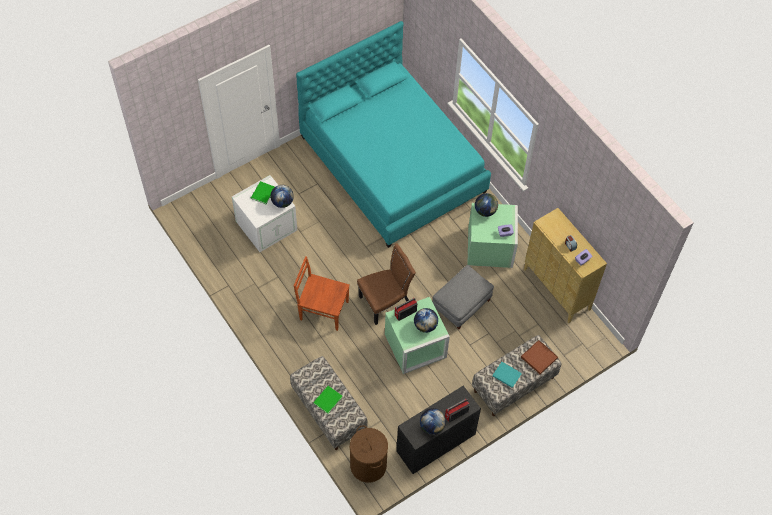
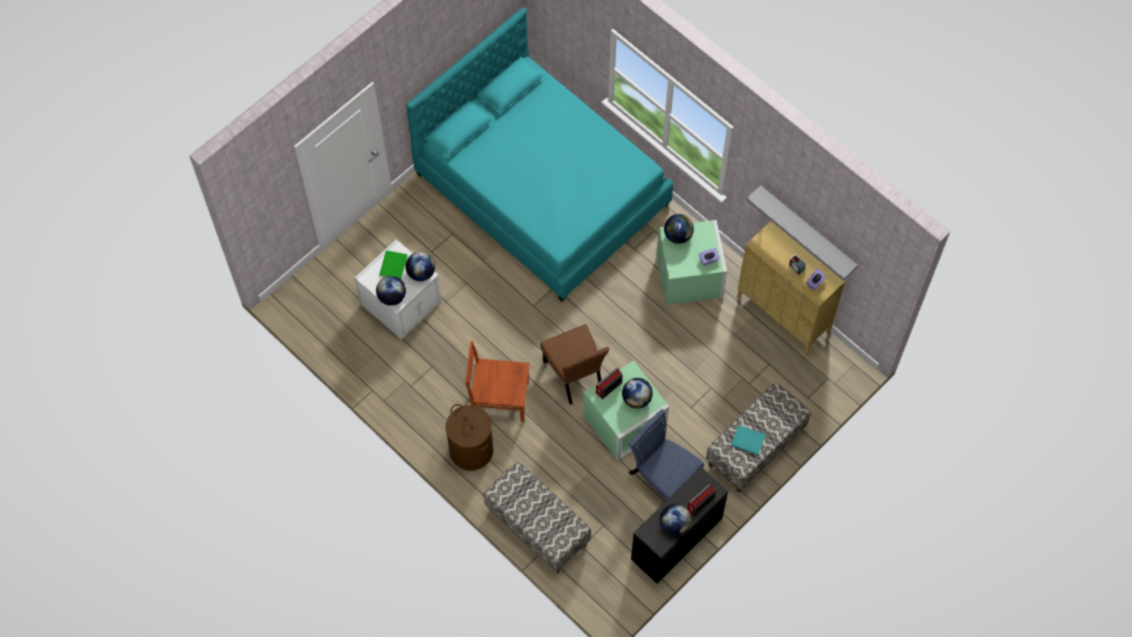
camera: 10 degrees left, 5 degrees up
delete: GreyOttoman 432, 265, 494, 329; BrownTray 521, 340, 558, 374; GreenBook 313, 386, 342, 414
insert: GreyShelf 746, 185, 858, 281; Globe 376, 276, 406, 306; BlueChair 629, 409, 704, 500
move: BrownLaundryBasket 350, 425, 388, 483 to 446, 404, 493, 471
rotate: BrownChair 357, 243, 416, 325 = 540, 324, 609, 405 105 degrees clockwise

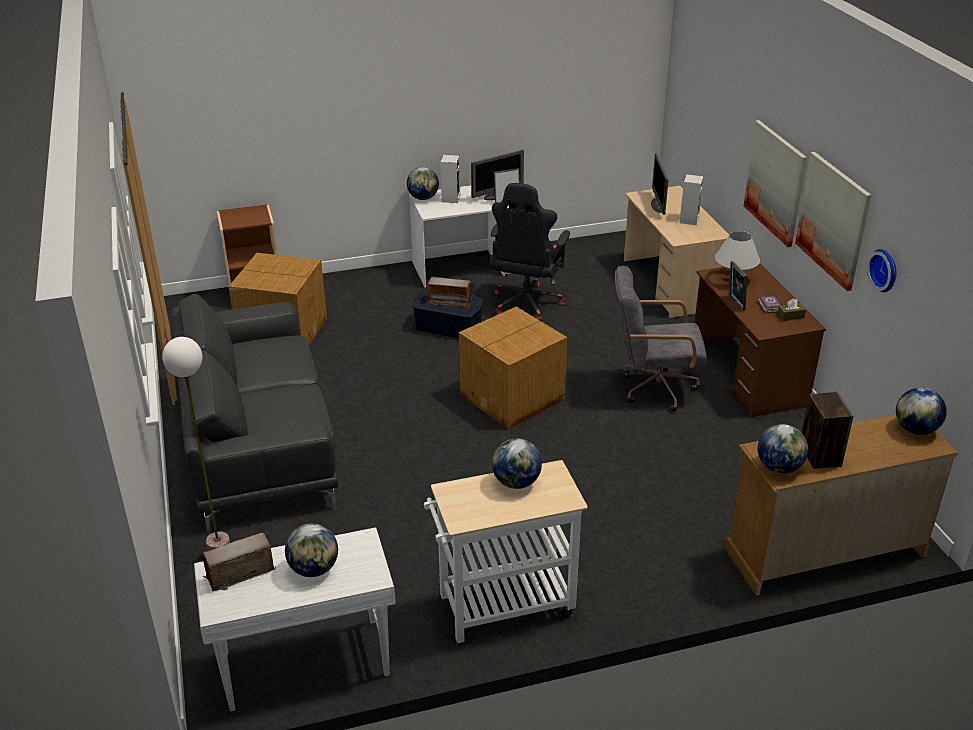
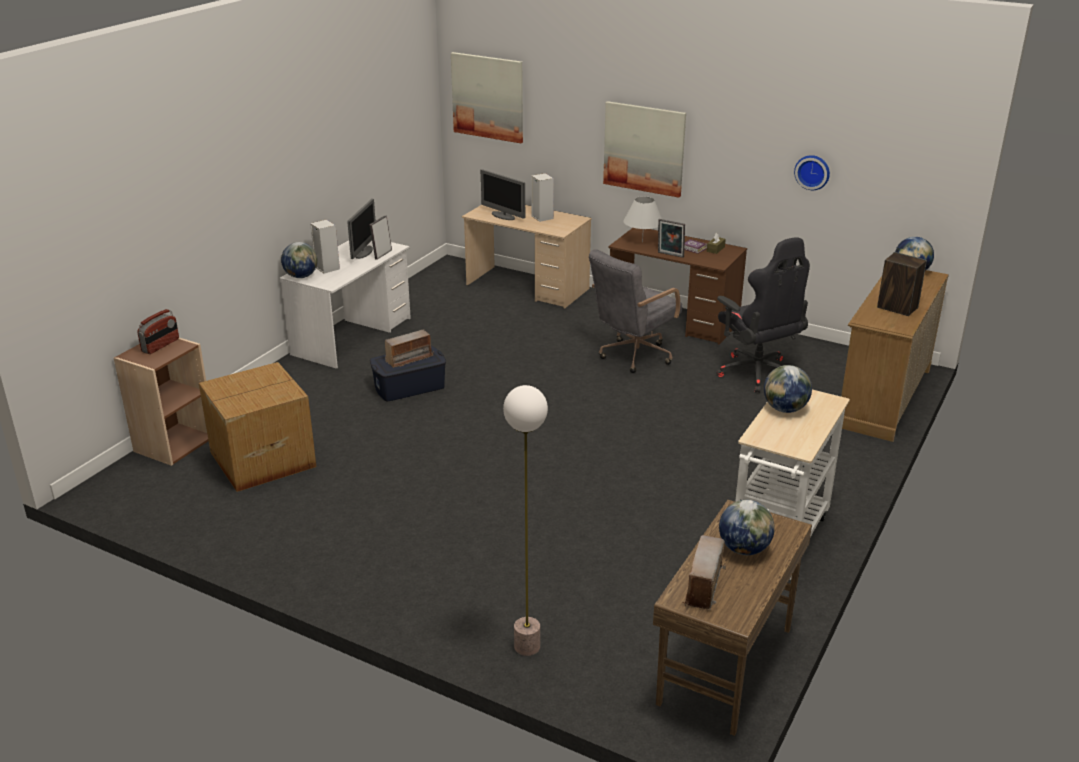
camera: 45 degrees left, 5 degrees down
delete: GreySofa 171, 294, 338, 534; CardboardBox 459, 306, 568, 429; Globe 758, 424, 808, 474
insert: Radio 137, 309, 179, 354
move: Picture 795, 152, 871, 291 to 451, 52, 523, 143; BlackOfficeChair 490, 183, 570, 321 to 716, 237, 810, 393
recolor: WhiteConsoleTable 194, 528, 396, 711 to BrownConsoleTable 653, 500, 812, 736

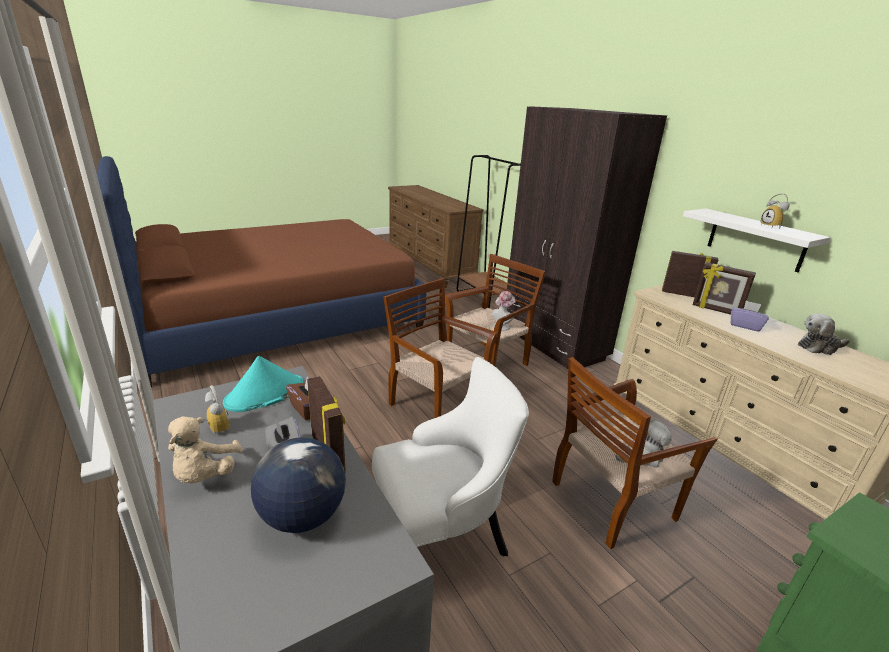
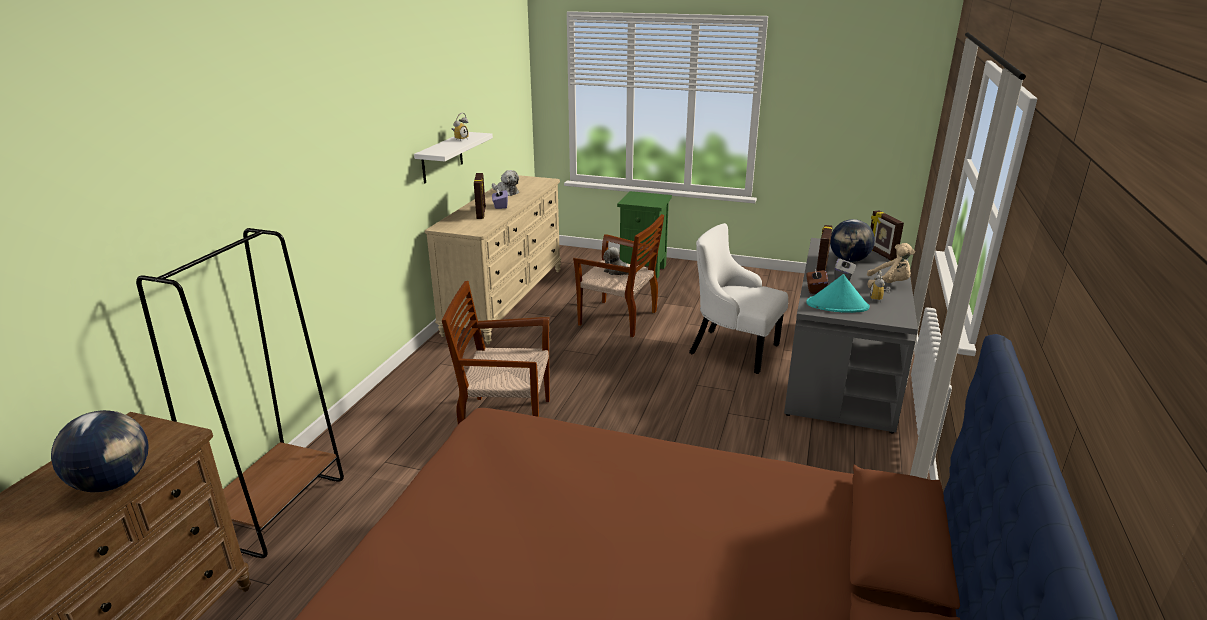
camera: 130 degrees left, 0 degrees up
delete: BrownWardrobe 507, 106, 667, 369; BrownArmchair 383, 278, 497, 418; Hat 492, 291, 516, 331
insert: Globe 51, 410, 148, 492
move: PictureFrame 662, 251, 718, 297 to 870, 211, 904, 261
rotate: BeigePlushToy 168, 416, 243, 483 = 867, 243, 915, 288 60 degrees clockwise

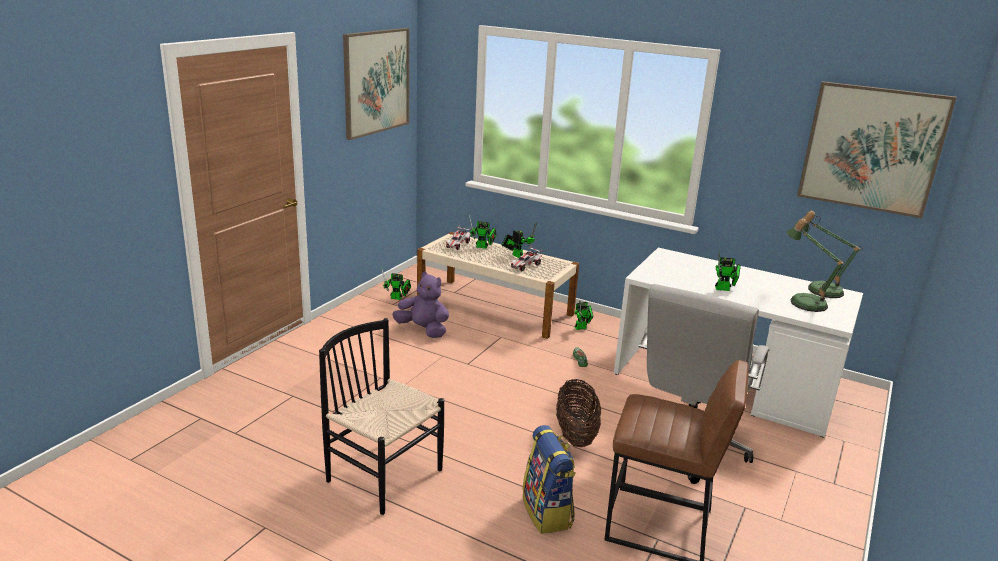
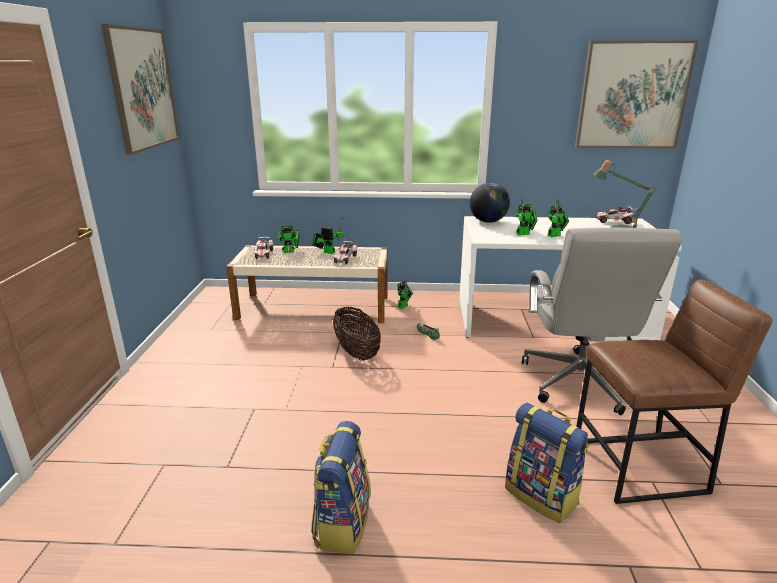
camera: 25 degrees left, 0 degrees up
delete: PurplePlushToy 392, 272, 449, 338
insert: Globe 470, 183, 510, 223
move: ToyRobot 381, 268, 411, 300 to 516, 197, 538, 236; Basket 556, 379, 601, 447 to 333, 307, 381, 361
replace: TableLamp 795, 211, 863, 298 to ToyCar 595, 205, 637, 224; BlackChair 319, 318, 444, 515 to Backpack 311, 421, 371, 554

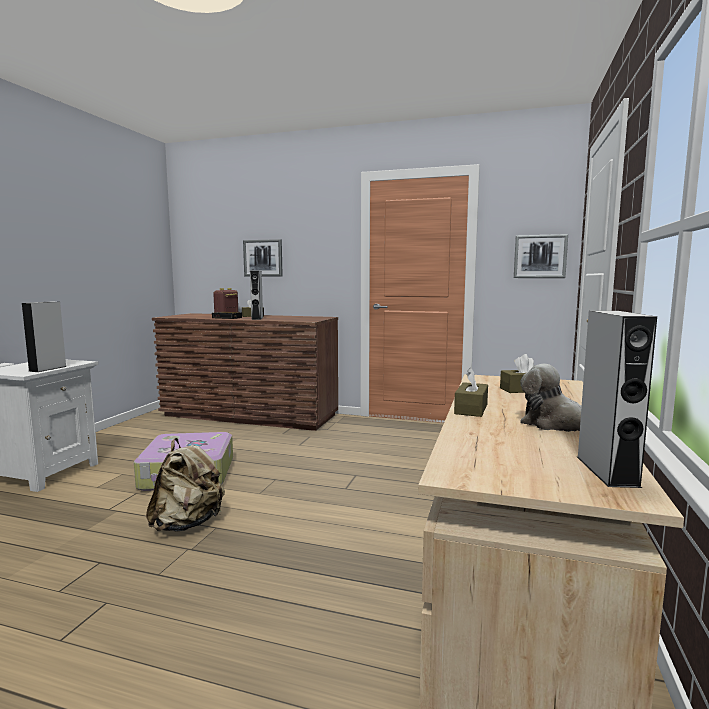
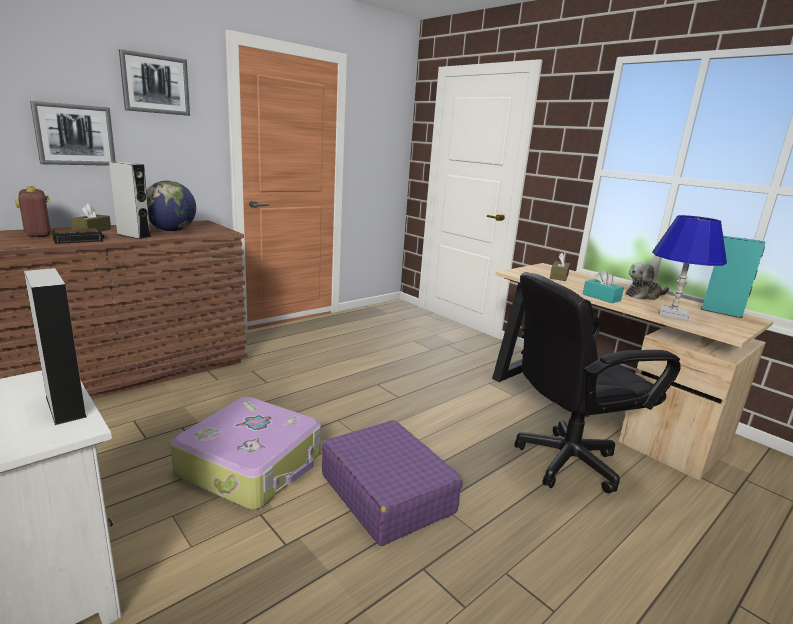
camera: 60 degrees left, 10 degrees up
insert: Globe 146, 181, 196, 231; BlueTableLamp 652, 215, 727, 320; BlackOfficeChair 514, 272, 681, 493
move: Picture 514, 234, 568, 278 to 119, 49, 190, 116
replace: BeigeBackpack 146, 438, 225, 532 to PurpleSuitcase 322, 420, 463, 546
recolor: GreySpeaker 577, 311, 657, 488 to TurquoiseSpeaker 701, 236, 765, 318; BrownTissueBox 454, 368, 488, 417 to TurquoiseTissueBox 583, 271, 624, 303

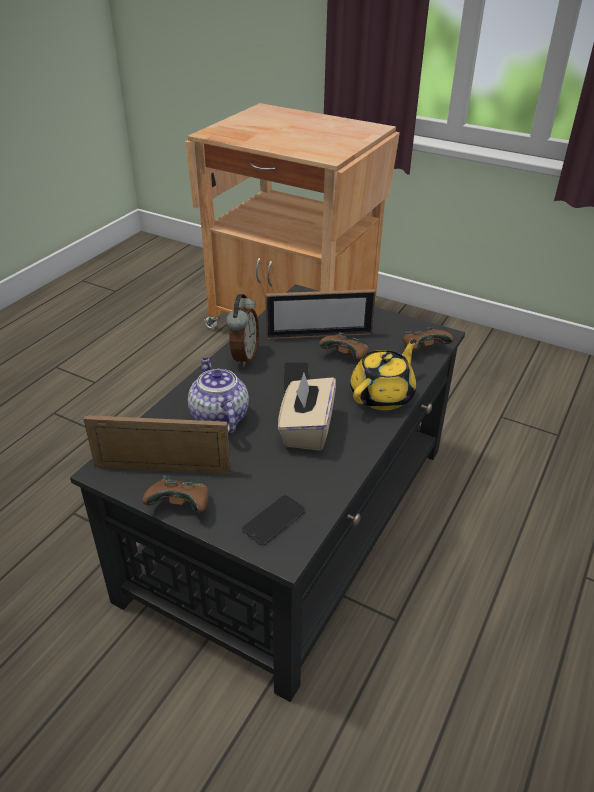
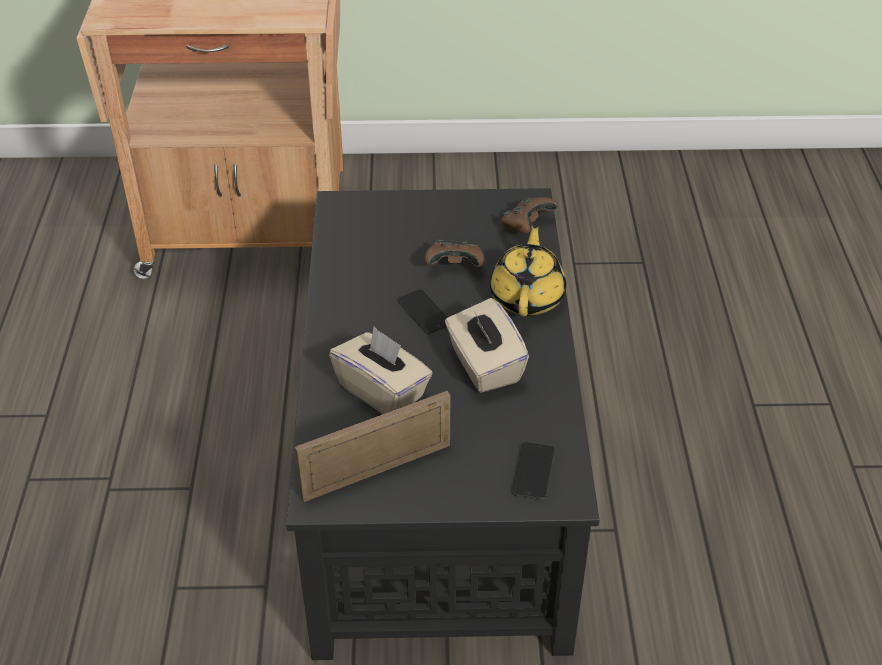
camera: 30 degrees left, 5 degrees up
delete: PictureFrame 265, 289, 376, 339; AlarmClock 226, 294, 259, 367; BrownGameController 142, 475, 209, 513
replace: Teapot 188, 357, 249, 434 to BeigeTissueBox 329, 327, 433, 414

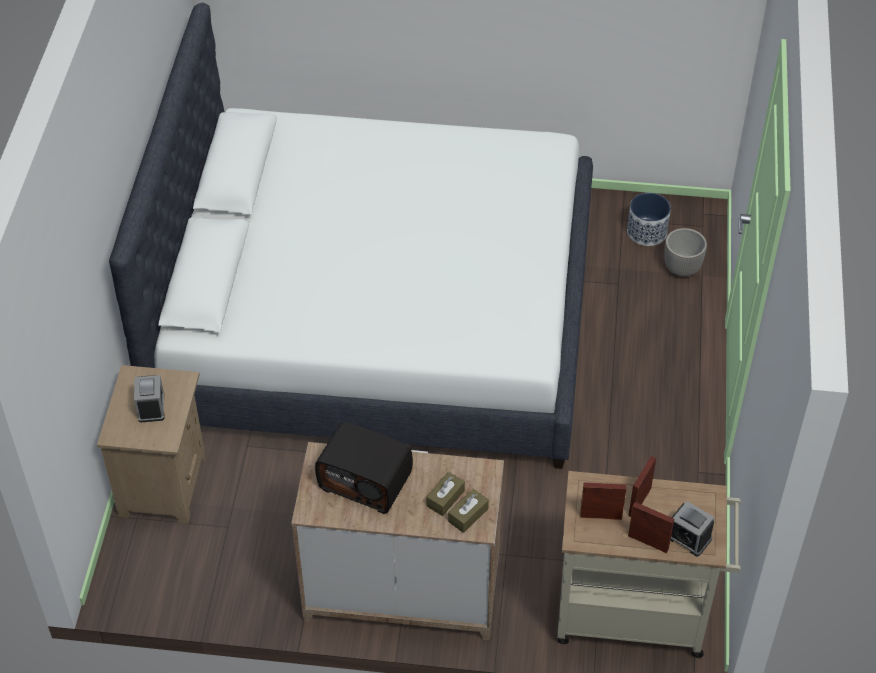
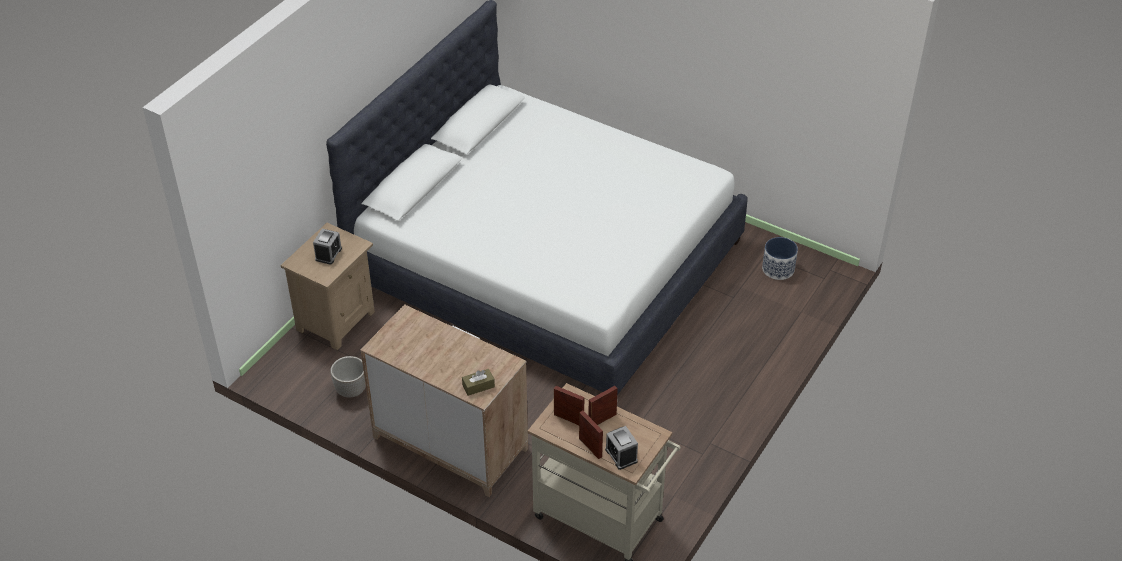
camera: 25 degrees right, 5 degrees down
delete: Radio 315, 422, 413, 514; BrownTissueBox 426, 472, 465, 516
move: Planter 664, 228, 707, 276 to 330, 356, 366, 397

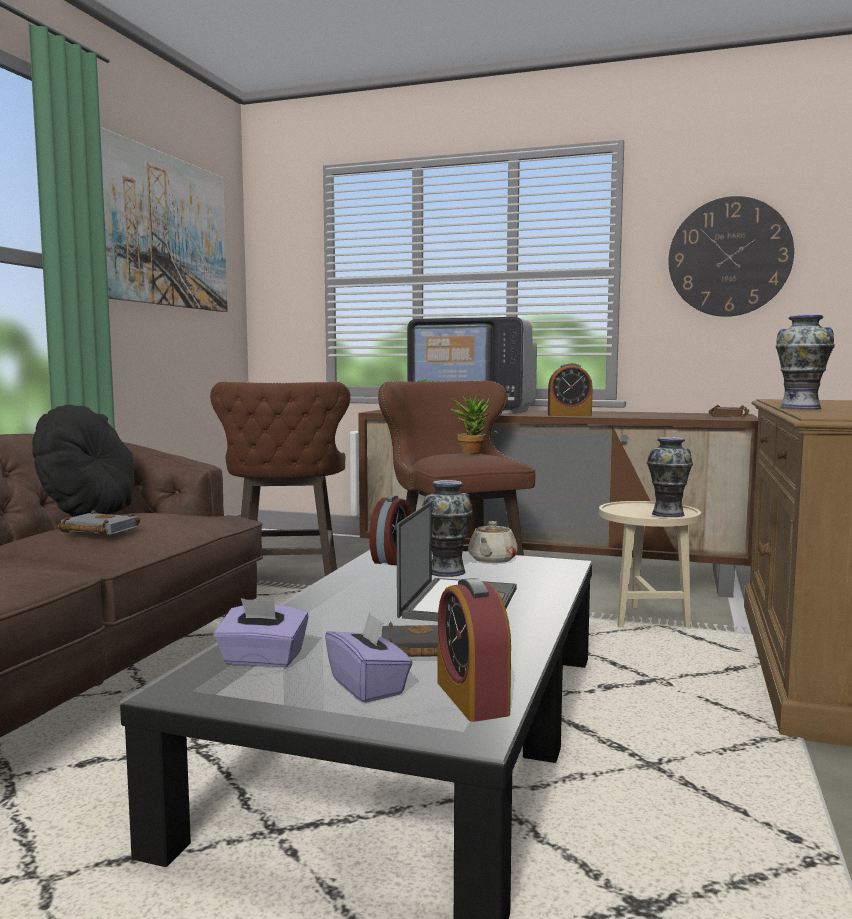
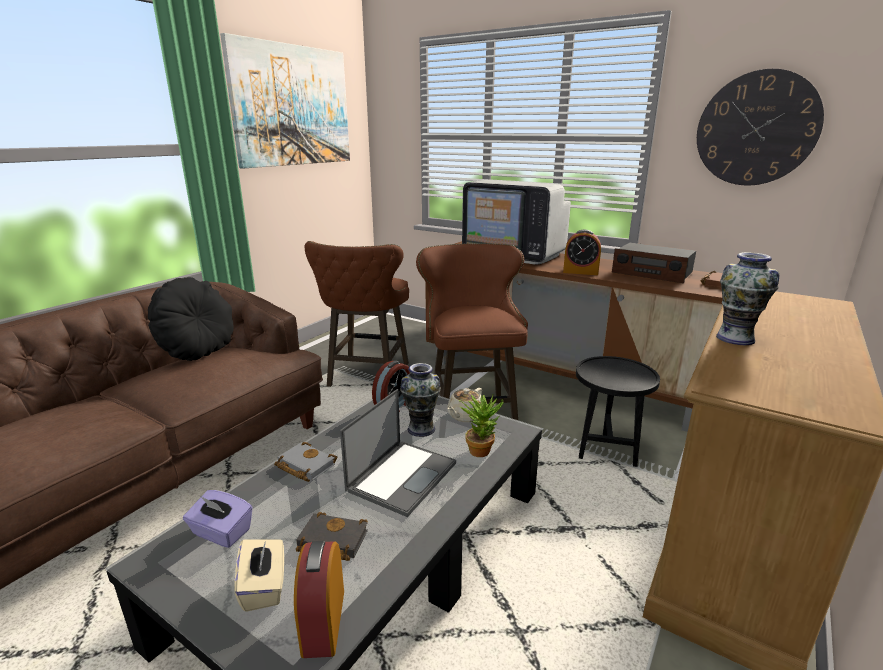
camera: 15 degrees right, 15 degrees up
delete: Vase 647, 437, 693, 517
insert: Radio 612, 243, 696, 283
move: PottedPlant 451, 394, 491, 454 to 459, 395, 504, 457; GreyBook 57, 510, 140, 536 to 274, 442, 337, 482
recolor: BeigeSideTable 599, 501, 701, 627 to BlackSideTable 576, 356, 660, 467; PurpleTissueBox 325, 612, 413, 703 to BeigeTissueBox 234, 539, 284, 612

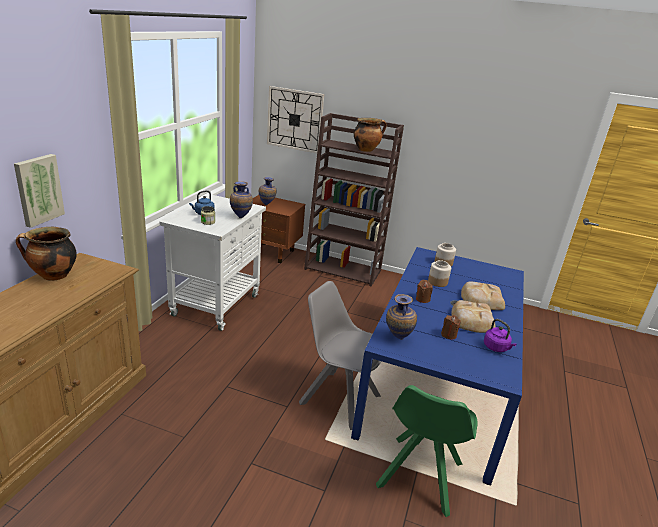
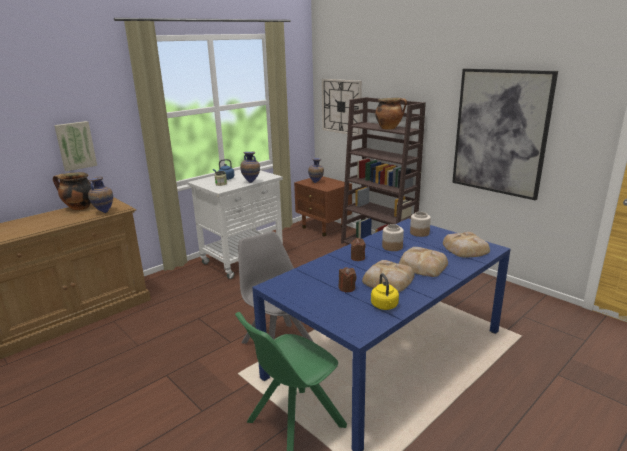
camera: 30 degrees right, 5 degrees down
insert: Picture 452, 68, 558, 201; Bread 443, 232, 490, 257
move: Vase 386, 294, 417, 340 to 88, 176, 113, 213
recolor: PurpleKettle 484, 319, 516, 352 to YellowKettle 371, 273, 399, 310

